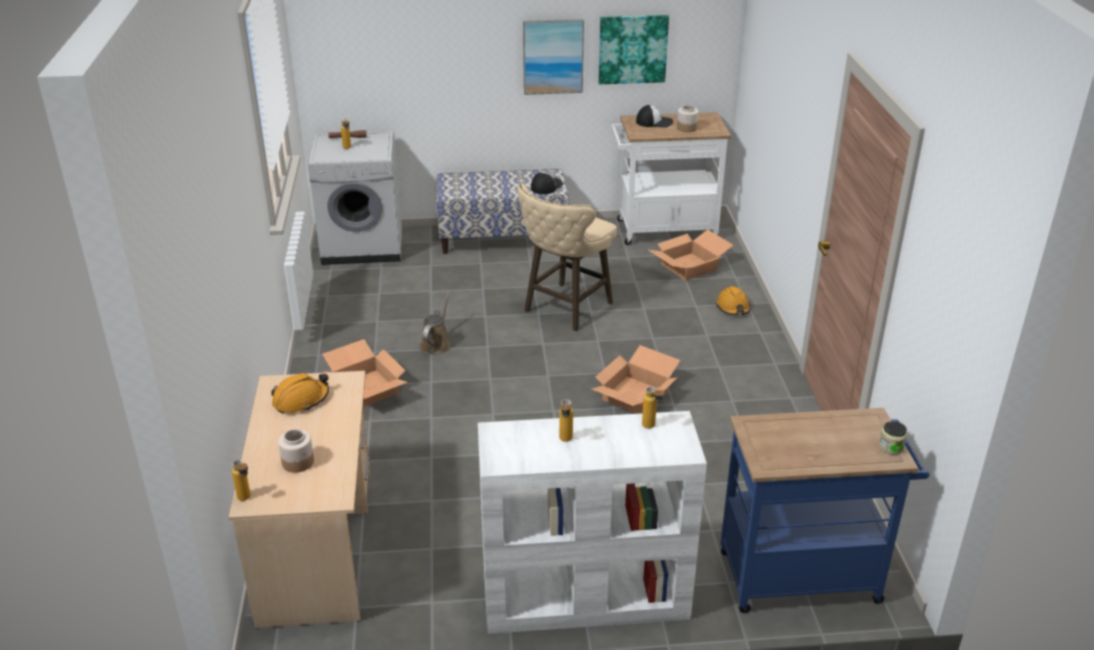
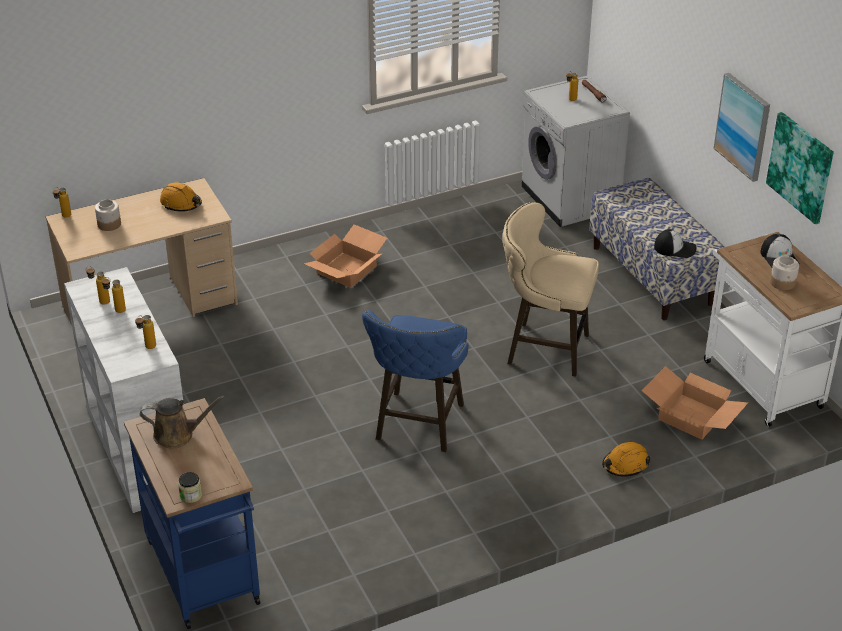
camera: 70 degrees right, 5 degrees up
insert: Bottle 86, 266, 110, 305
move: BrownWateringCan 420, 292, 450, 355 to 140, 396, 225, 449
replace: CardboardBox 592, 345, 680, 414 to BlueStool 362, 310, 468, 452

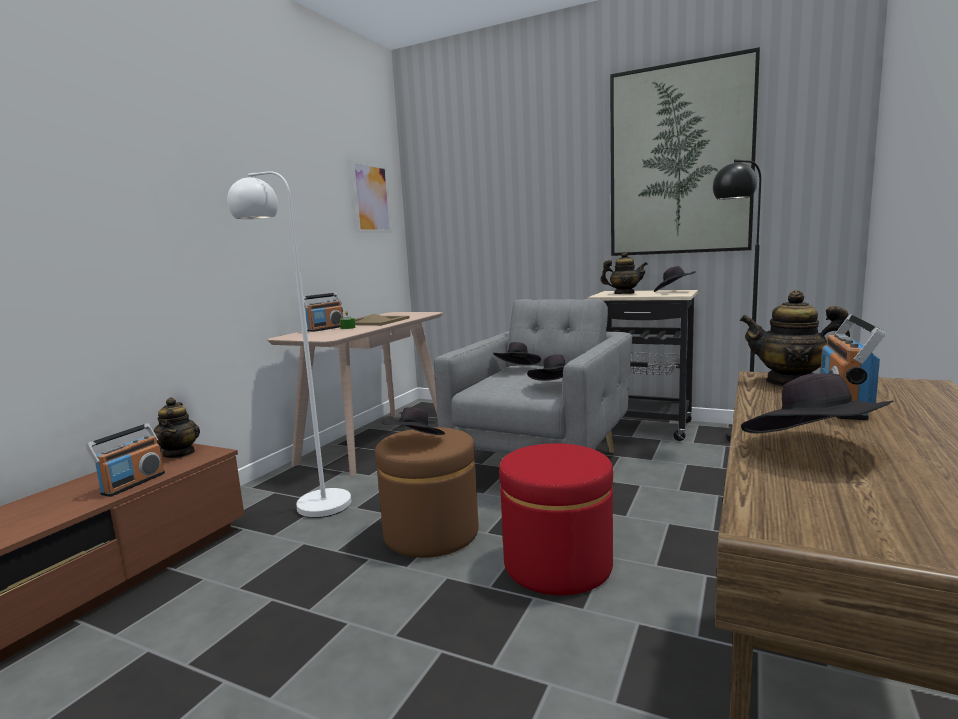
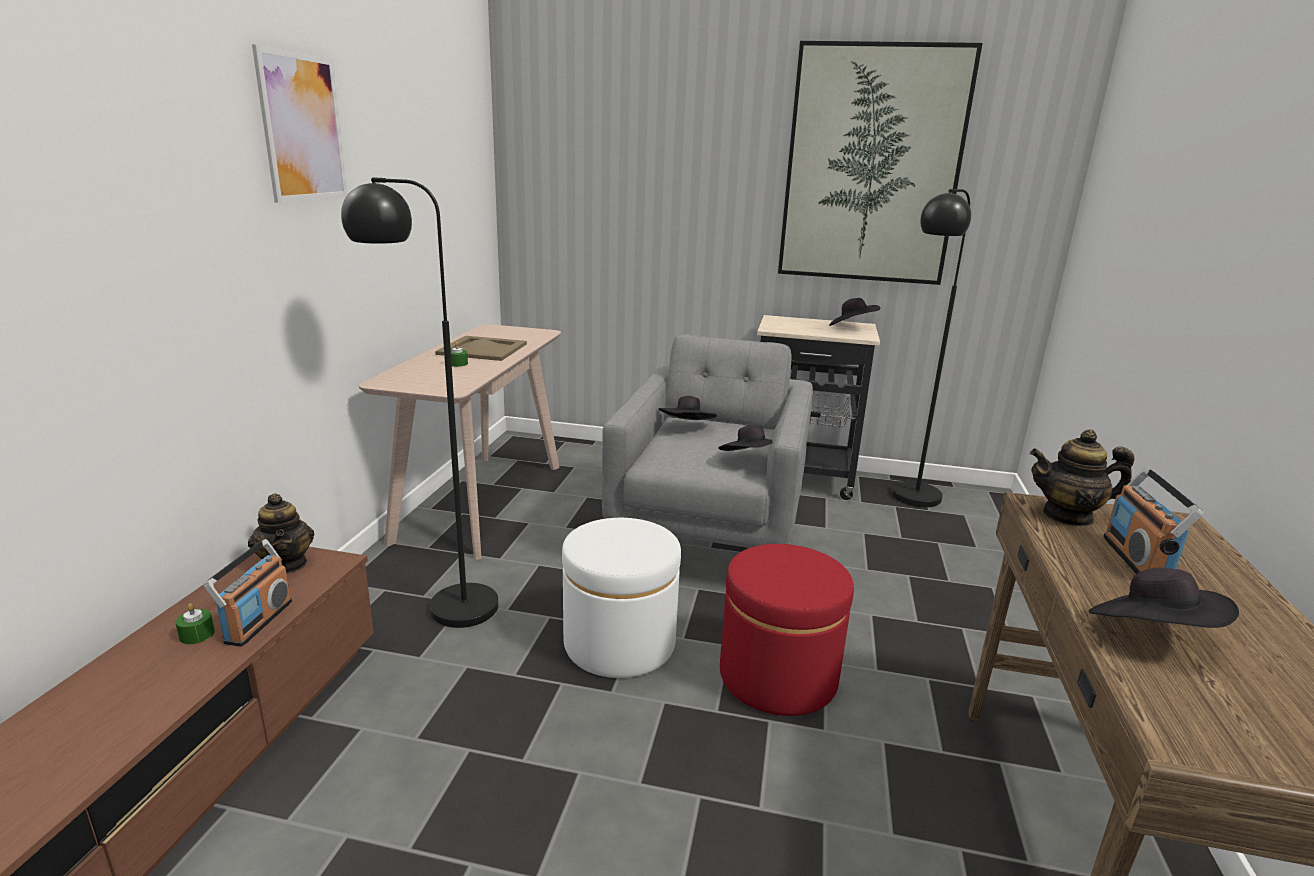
camera: 15 degrees left, 10 degrees up
delete: Teapot 600, 252, 647, 294; Radio 303, 293, 343, 332; BlackHat 382, 407, 445, 435
insert: GreenCandle 175, 603, 215, 644
move: Picture 351, 160, 392, 233 to 252, 44, 348, 203
recolor: WhiteFloorLamp 227, 171, 351, 518 to BlackFloorLamp 341, 177, 499, 628; BrownOttoman 375, 427, 479, 558 to WhiteOttoman 562, 518, 681, 678

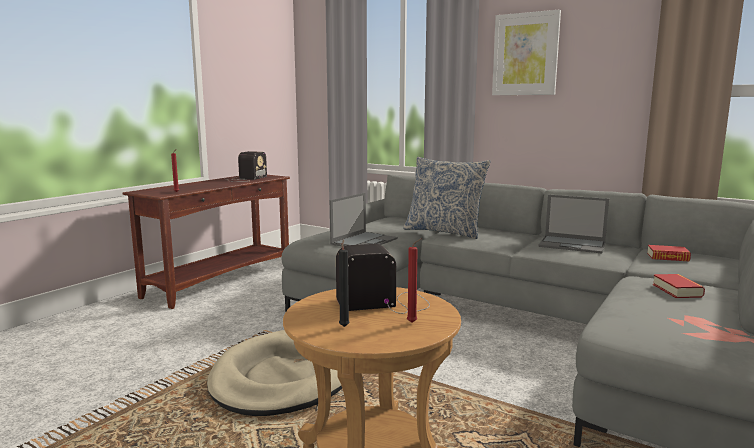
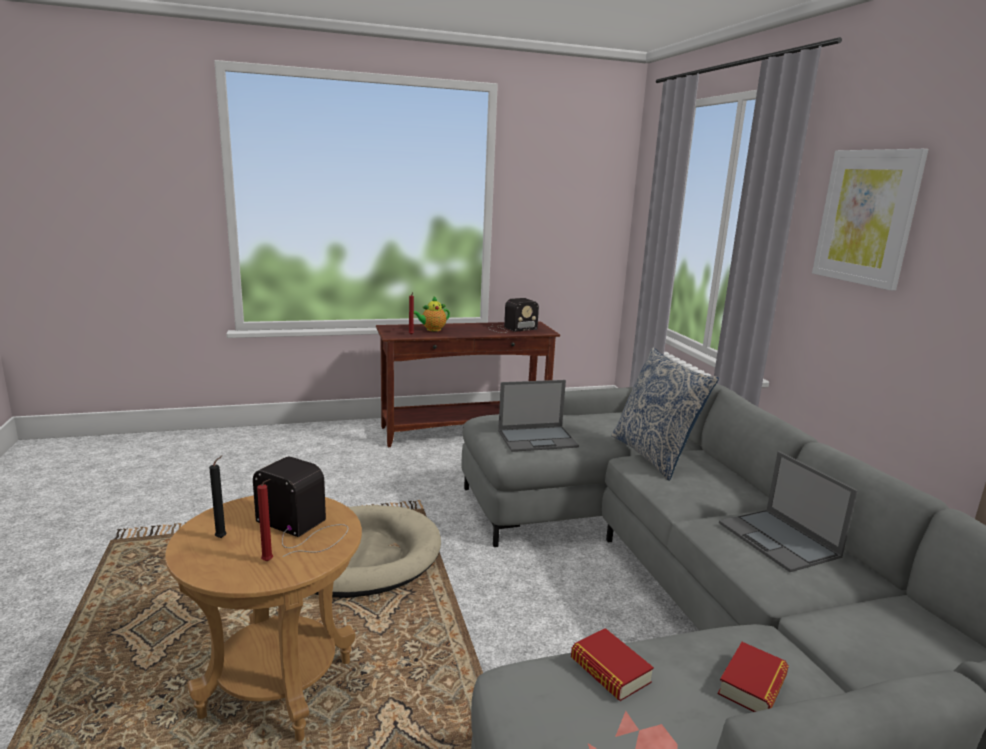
camera: 40 degrees right, 5 degrees up
insert: Teapot 414, 296, 450, 331
move: Book 647, 245, 691, 261 to 571, 628, 654, 701

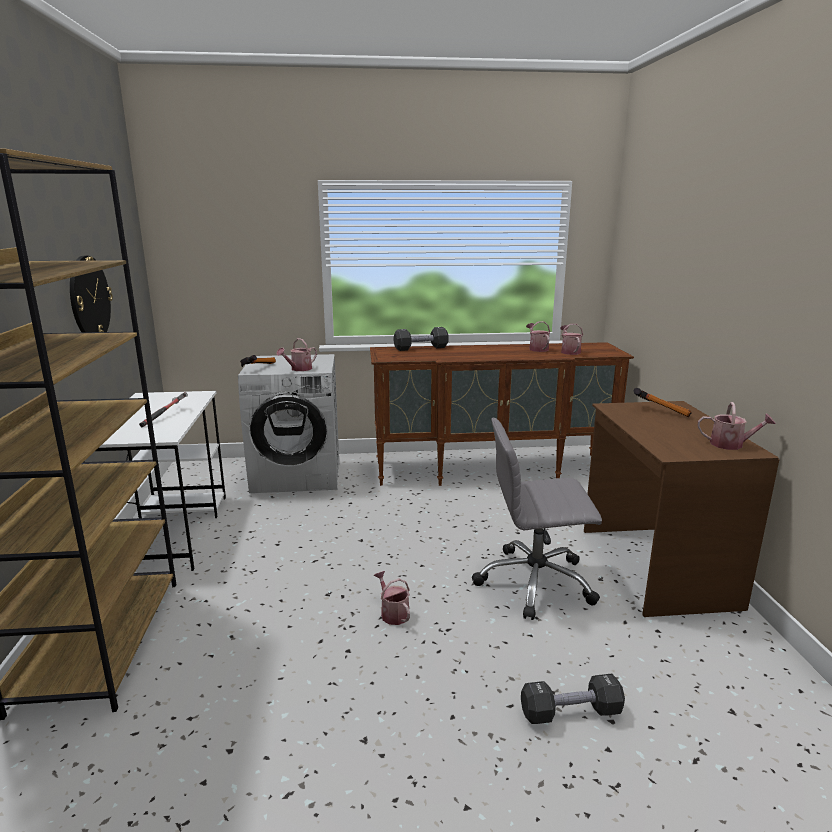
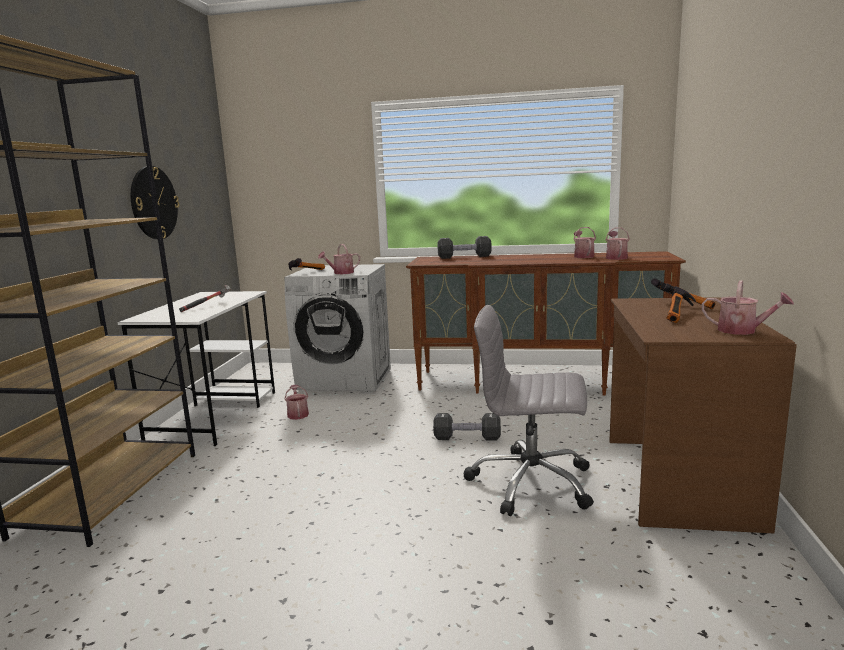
camera: 15 degrees right, 5 degrees down
insert: Hammer 664, 283, 696, 323
move: WateringCan 374, 571, 410, 625 to 285, 385, 309, 420; BlackDumbbell 521, 674, 625, 724 to 433, 413, 501, 440

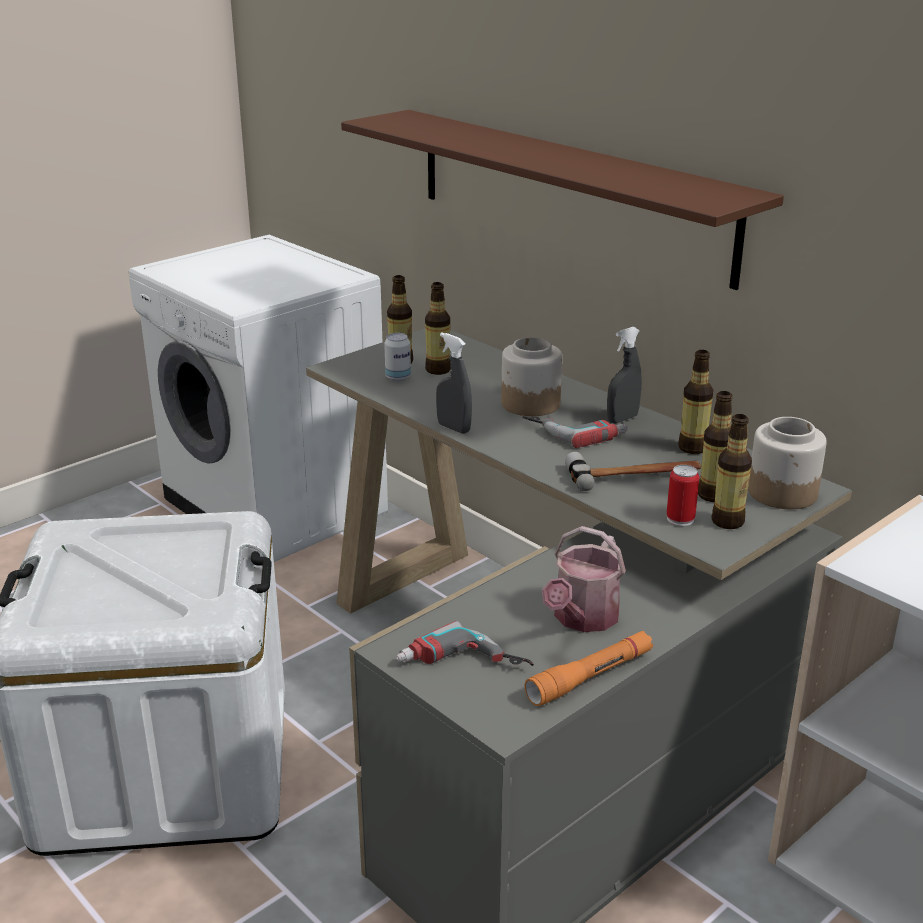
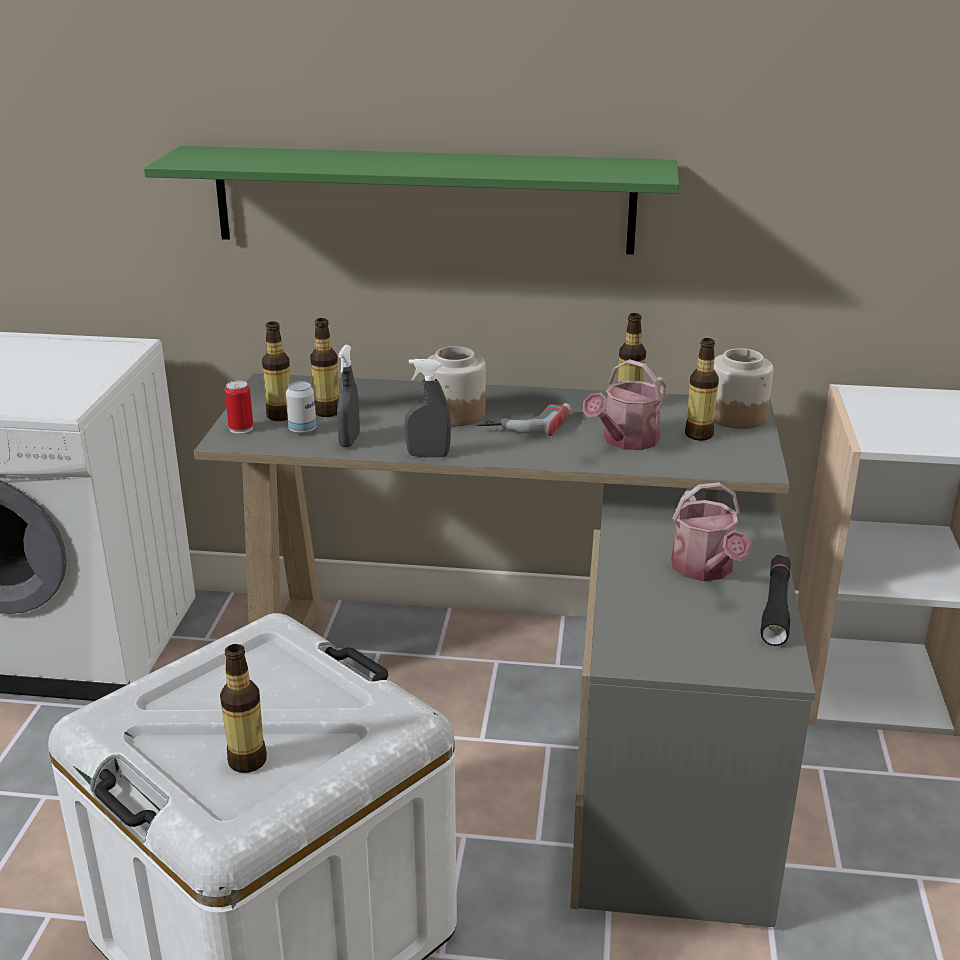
camera: 40 degrees left, 0 degrees up
delete: PowerDrill 396, 621, 534, 666
move: GreySprayBottle 607, 327, 642, 424 to 337, 345, 360, 447; Bottle 711, 414, 752, 529 to 220, 644, 267, 773; Can 666, 465, 699, 526 to 225, 380, 253, 434
replace: Hammer 565, 452, 701, 491 to WateringCan 583, 359, 666, 450
recolor: BrownShelf 341, 110, 784, 290 to GreenShelf 144, 146, 679, 255; OrangeFlashlight 525, 631, 653, 706 to BlackFlashlight 761, 555, 791, 646

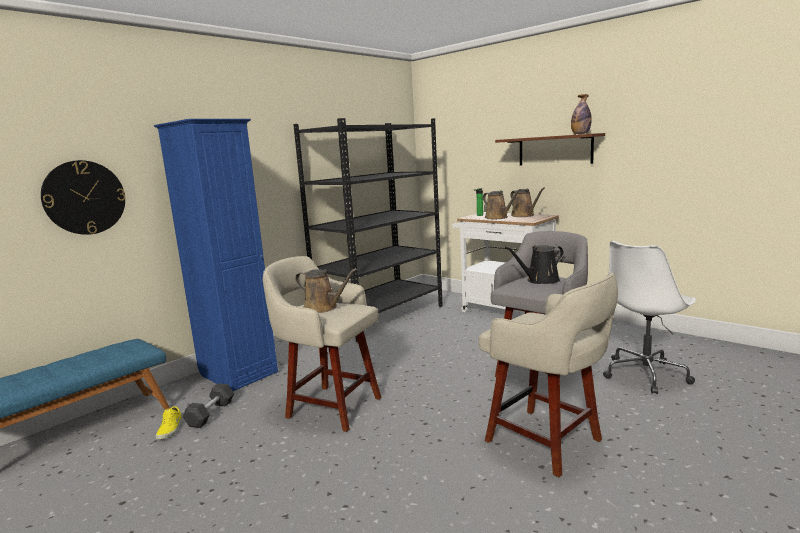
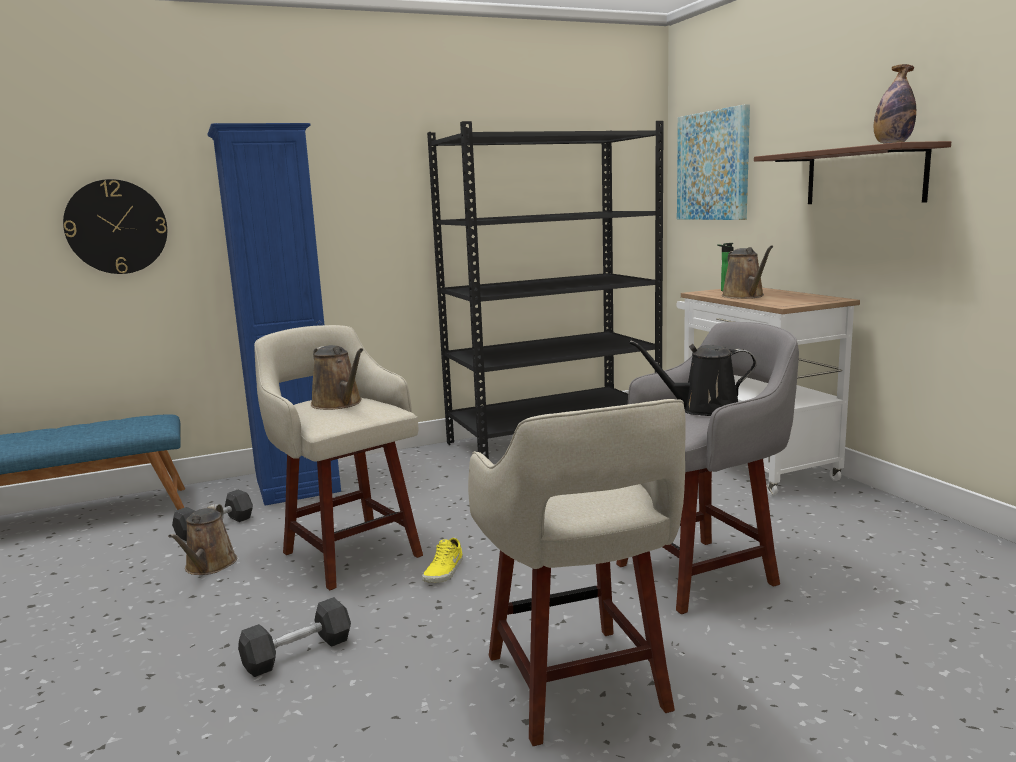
camera: 25 degrees right, 0 degrees up
delete: WhiteOfficeChair 603, 241, 696, 394
insert: Picture 677, 104, 750, 220; GreyDumbbell 238, 597, 351, 677
move: BrownWateringCan 510, 187, 545, 217 to 168, 504, 237, 575; YellowShoe 156, 406, 182, 439 to 422, 538, 463, 583

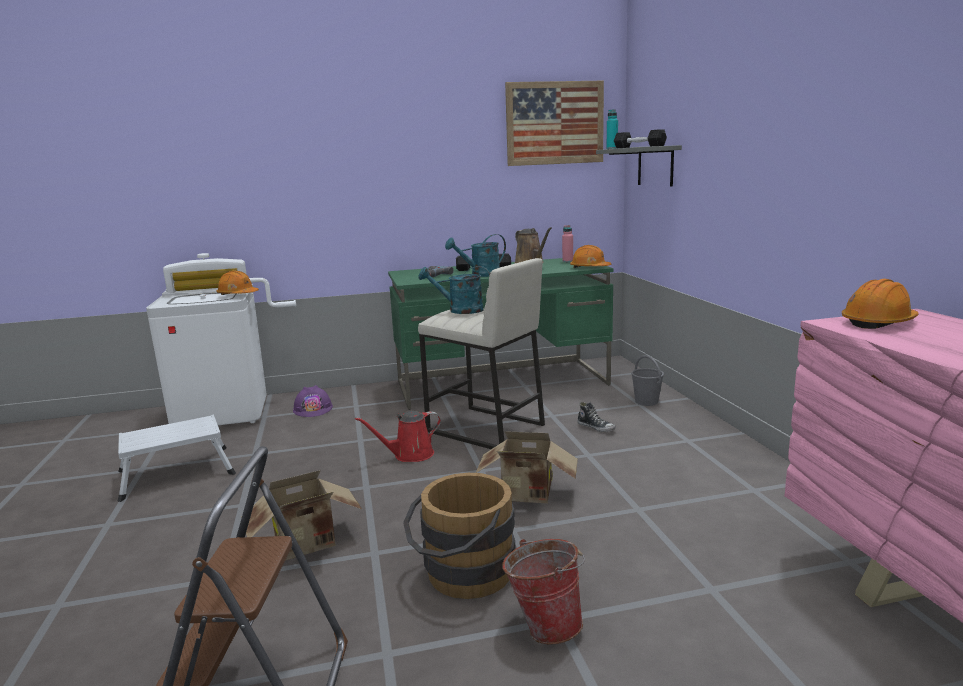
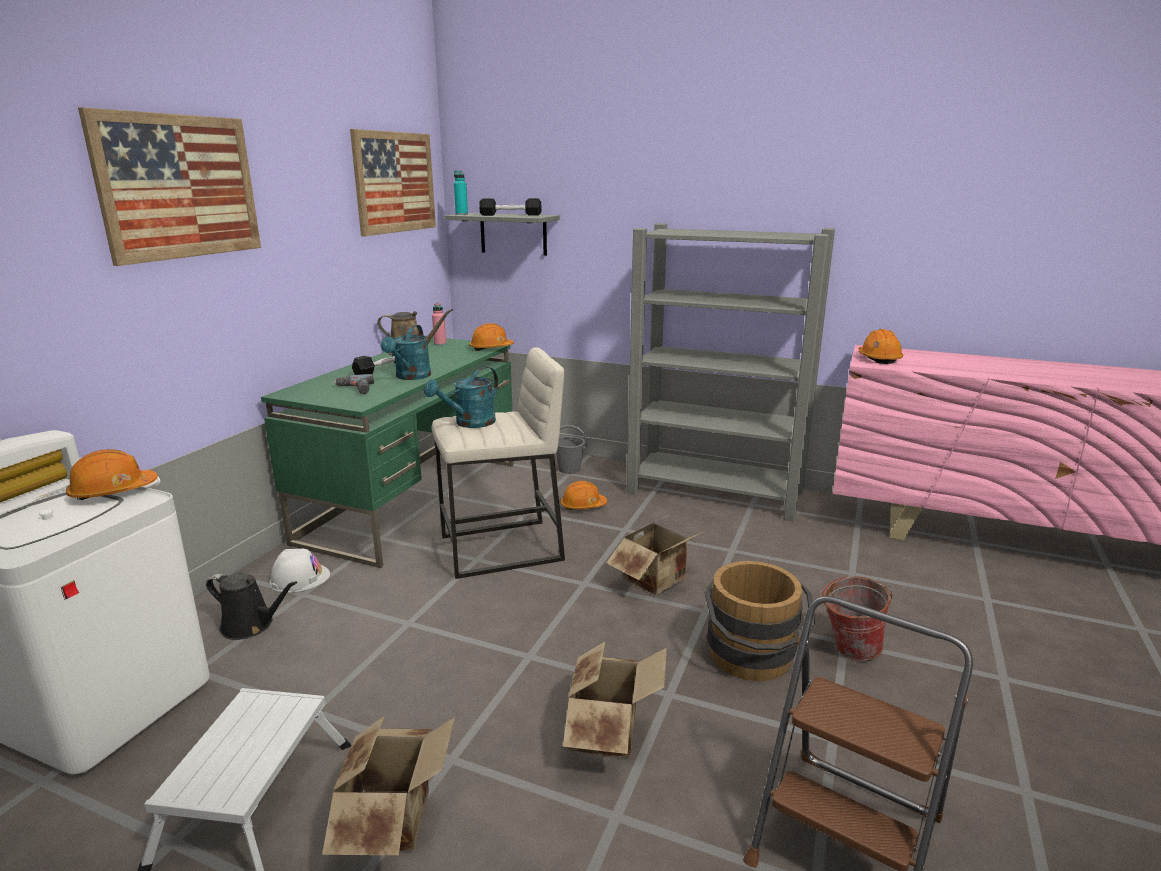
camera: 55 degrees left, 5 degrees up
delete: RedWateringCan 355, 411, 441, 462
insert: Picture 78, 107, 261, 266; GreyBookcase 627, 223, 835, 522; WhiteHardHat 269, 549, 330, 593; CardboardBox 322, 717, 455, 855
replace: PurpleHardHat 293, 385, 333, 417 to BlackWateringCan 206, 573, 297, 640; Shoe 577, 402, 616, 432 to OrangeHardHat 561, 481, 607, 510

